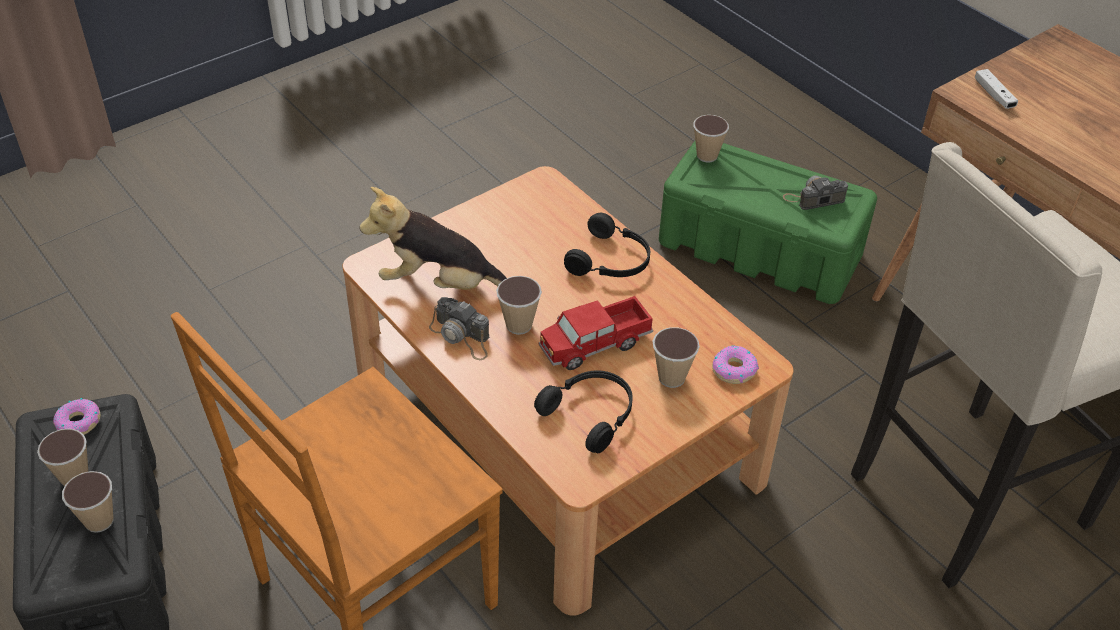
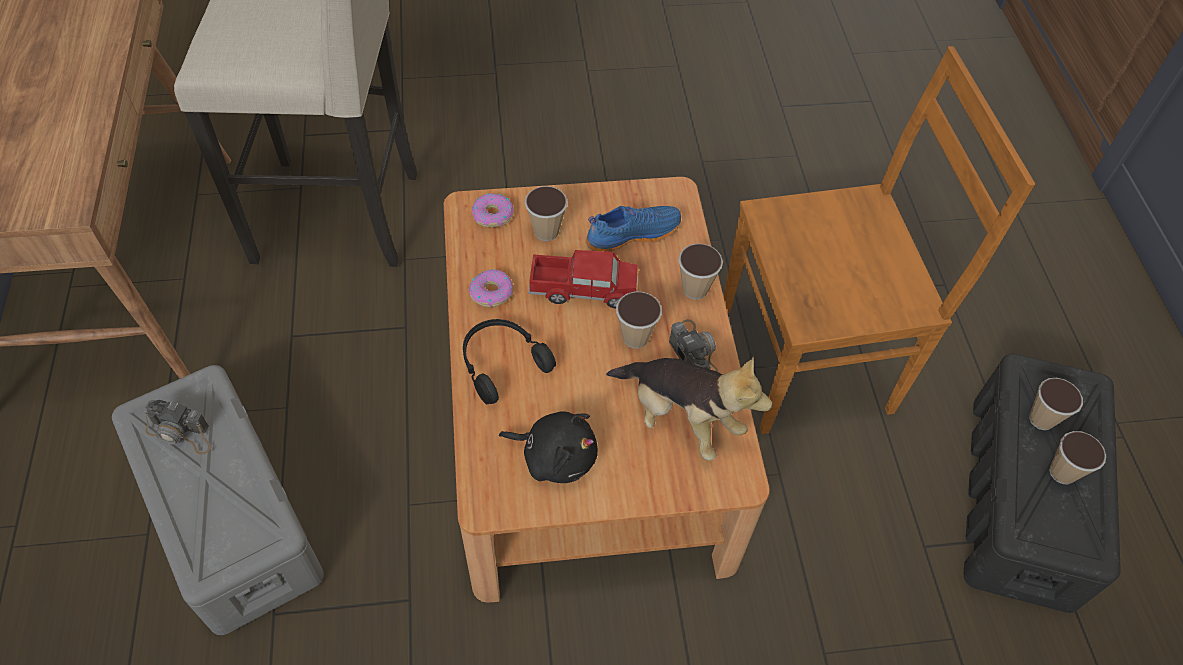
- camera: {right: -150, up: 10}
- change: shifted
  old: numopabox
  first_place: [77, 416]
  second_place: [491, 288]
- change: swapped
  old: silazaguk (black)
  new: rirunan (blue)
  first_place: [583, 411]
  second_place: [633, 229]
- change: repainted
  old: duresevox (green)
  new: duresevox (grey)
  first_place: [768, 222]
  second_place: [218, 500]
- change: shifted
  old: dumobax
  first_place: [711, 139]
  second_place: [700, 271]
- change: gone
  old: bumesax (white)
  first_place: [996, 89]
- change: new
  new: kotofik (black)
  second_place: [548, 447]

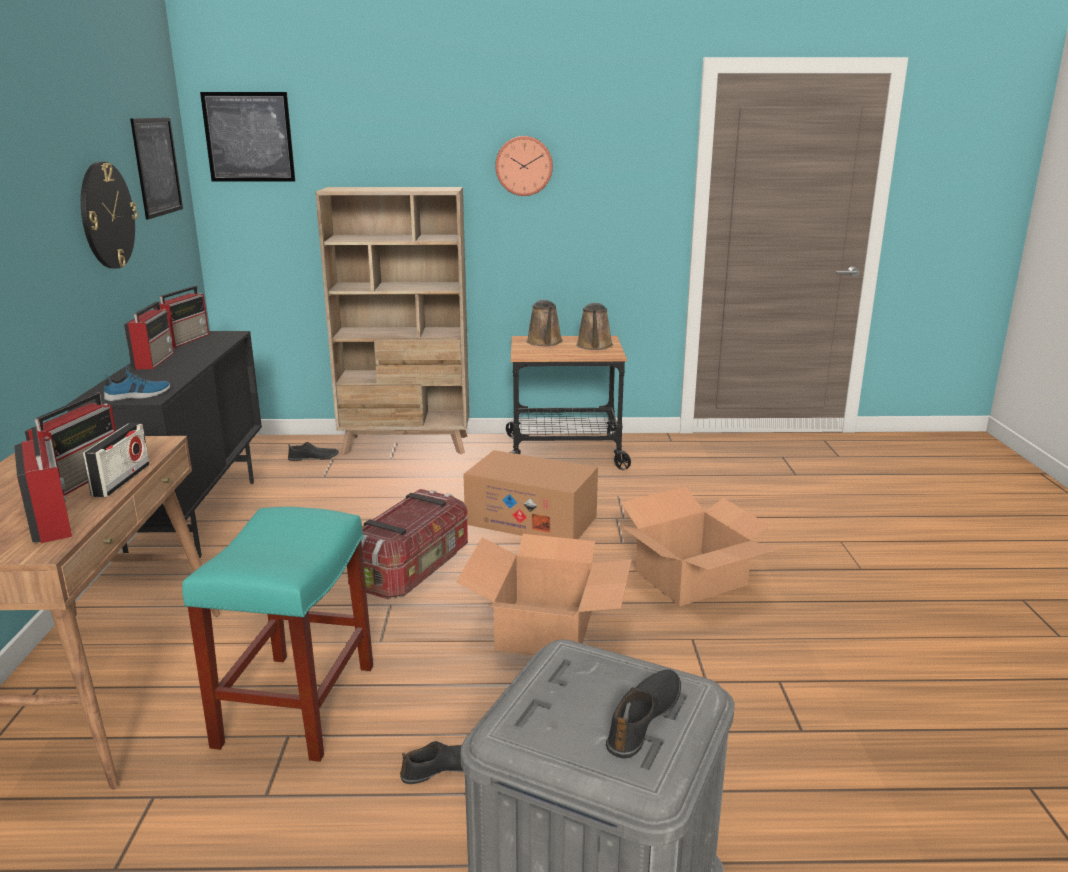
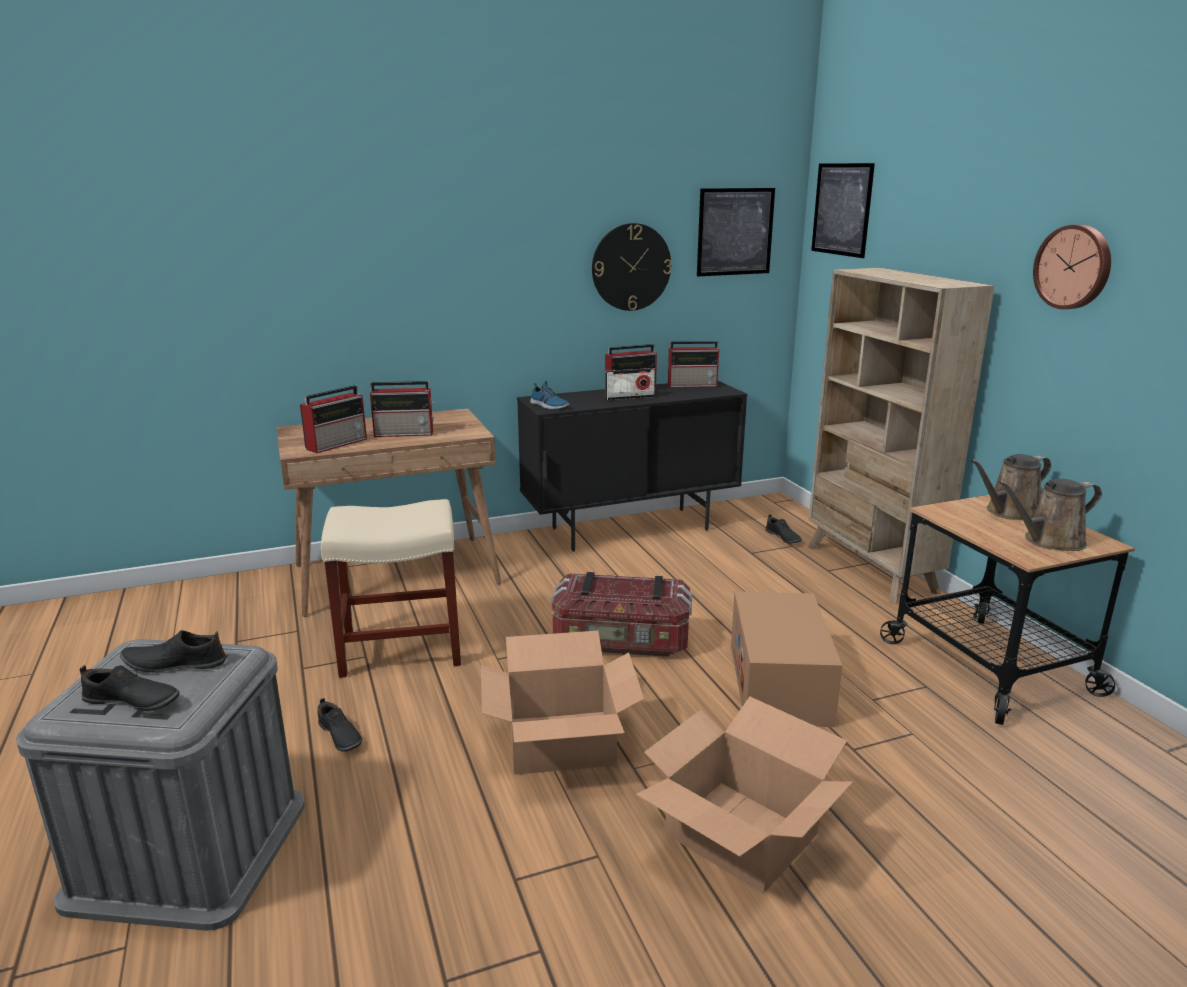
- camera: {right: 70, up: 0}
- change: shifted
  old: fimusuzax
  first_place: [116, 460]
  second_place: [630, 384]
- change: repainted
  old: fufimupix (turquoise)
  new: fufimupix (beige)
  first_place: [277, 634]
  second_place: [391, 588]
- change: new
  new: rirunan (black)
  second_place: [173, 651]

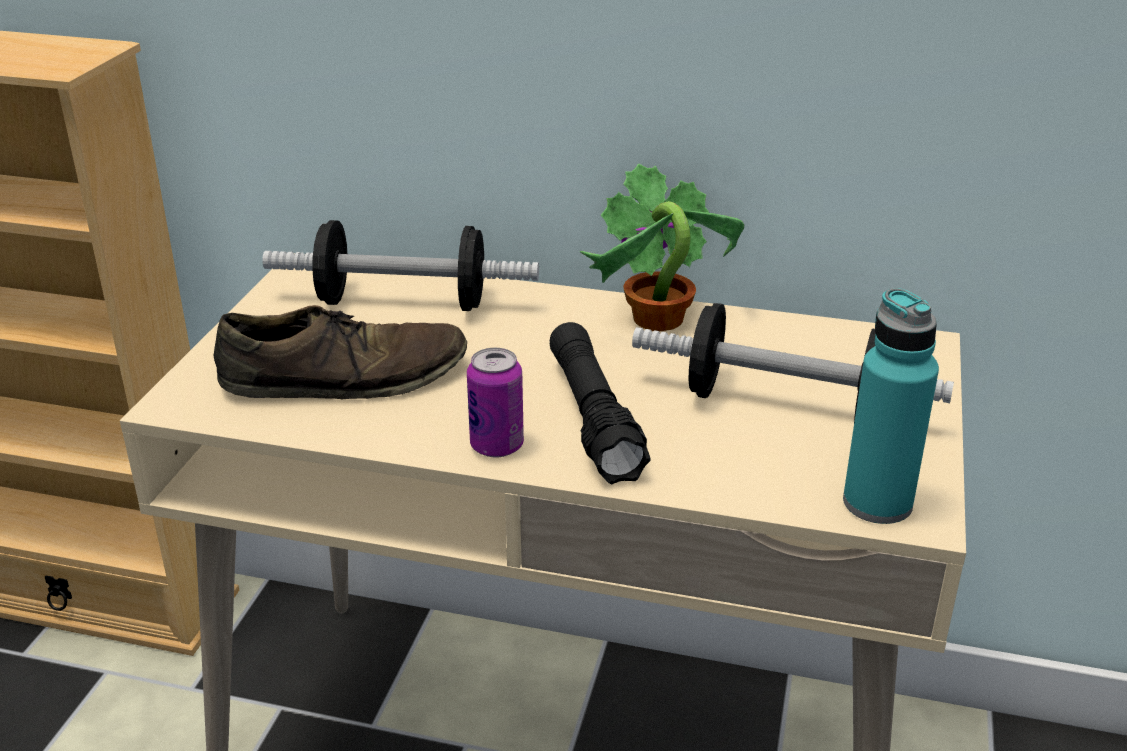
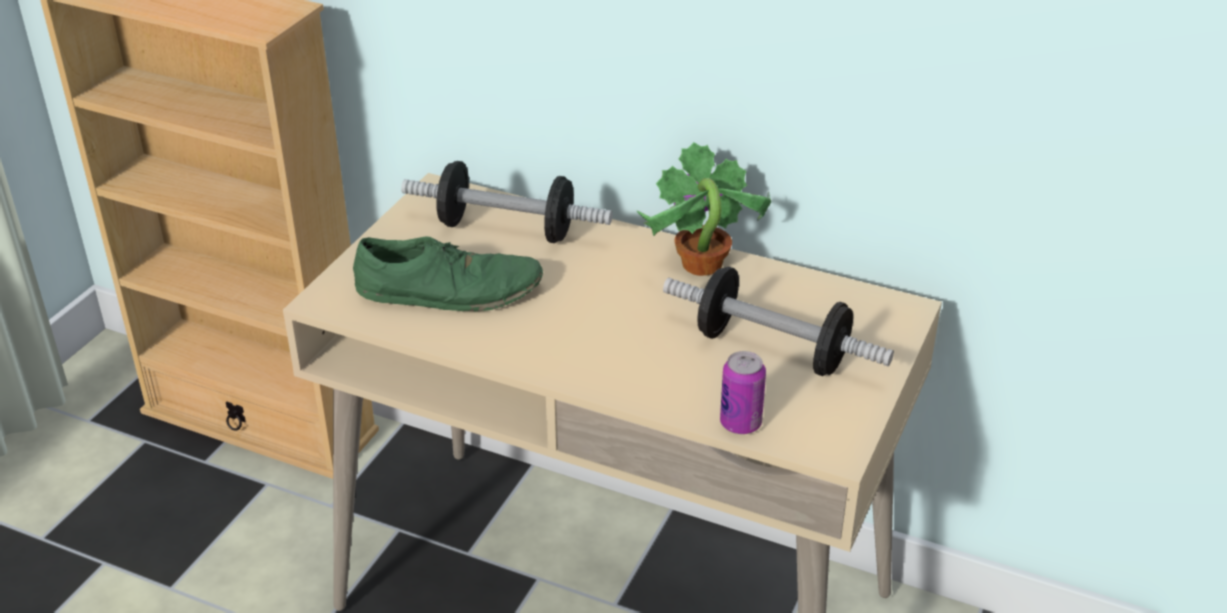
- camera: {right: 10, up: 5}
- change: repainted
  old: rirunan (brown)
  new: rirunan (green)
  first_place: [340, 352]
  second_place: [448, 273]
- change: shifted
  old: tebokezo
  first_place: [495, 403]
  second_place: [743, 392]
- change: gone
  old: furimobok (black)
  first_place: [600, 403]
- change: gone
  old: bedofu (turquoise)
  first_place: [891, 406]

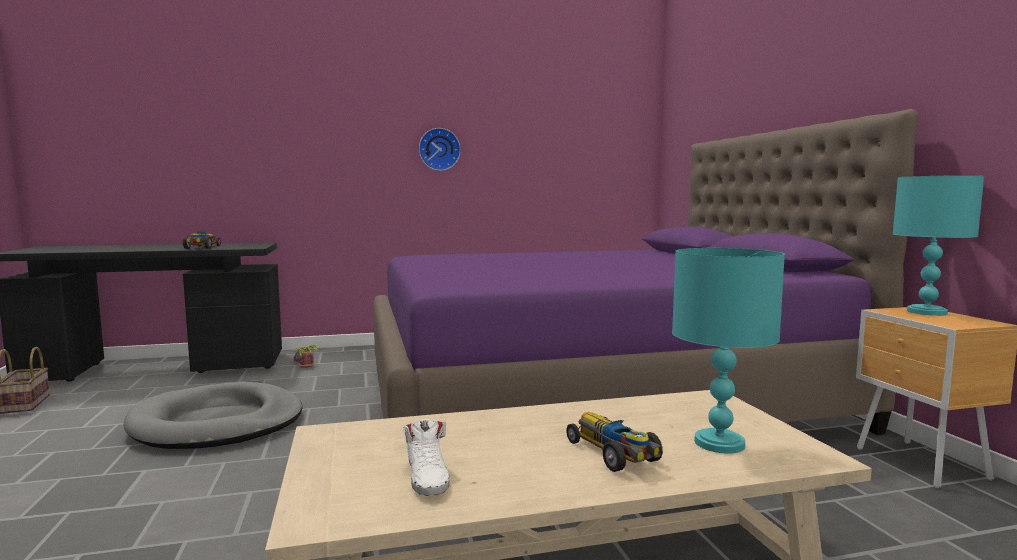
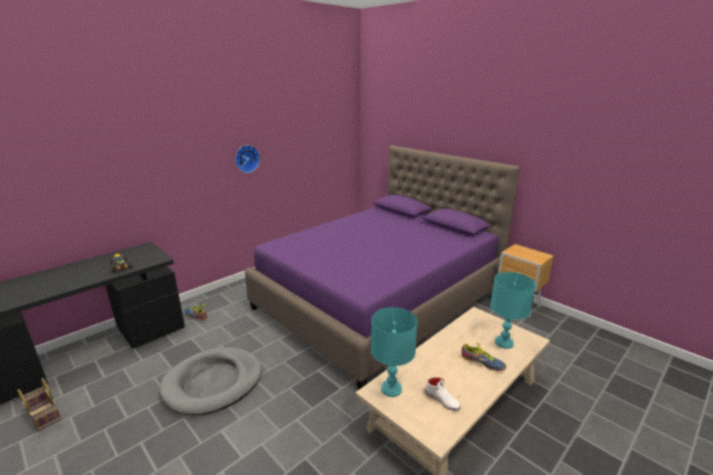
- camera: {right: -30, up: 15}
- change: swapped
  old: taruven
  new: rirunan
  first_place: [614, 442]
  second_place: [483, 357]
- change: shifted
  old: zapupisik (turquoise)
  first_place: [938, 245]
  second_place: [394, 352]

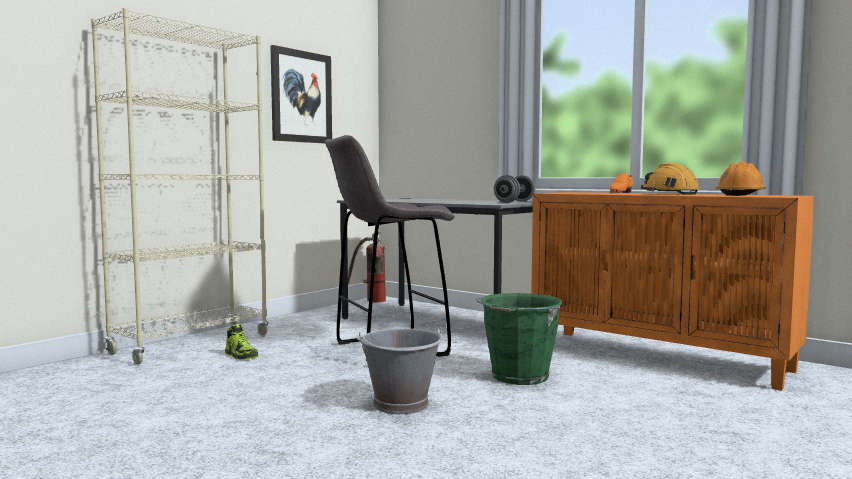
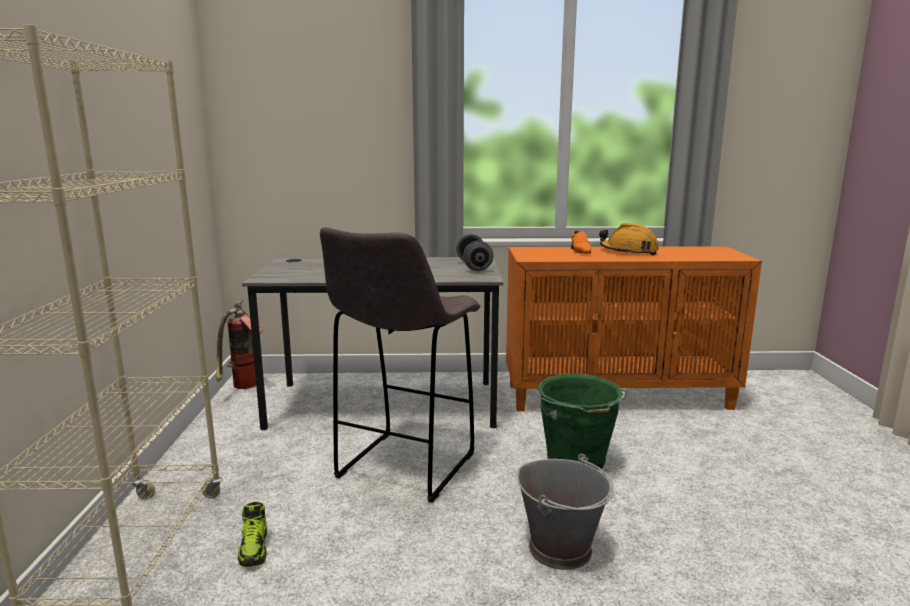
- camera: {right: -40, up: 10}
- change: rotated
  old: rirunan
  first_place: [241, 342]
  second_place: [252, 534]
  degrees: 75
- change: gone
  old: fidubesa
  first_place: [301, 94]
- change: gone
  old: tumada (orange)
  first_place: [741, 179]

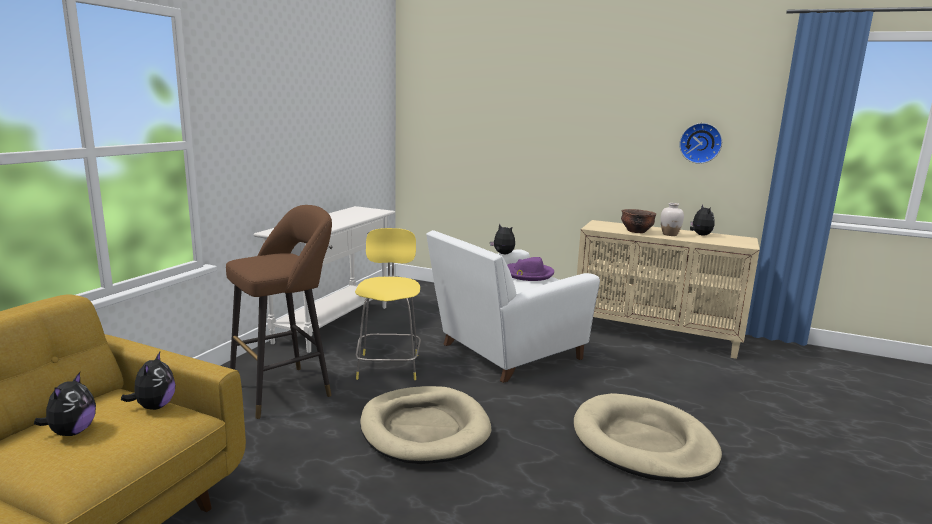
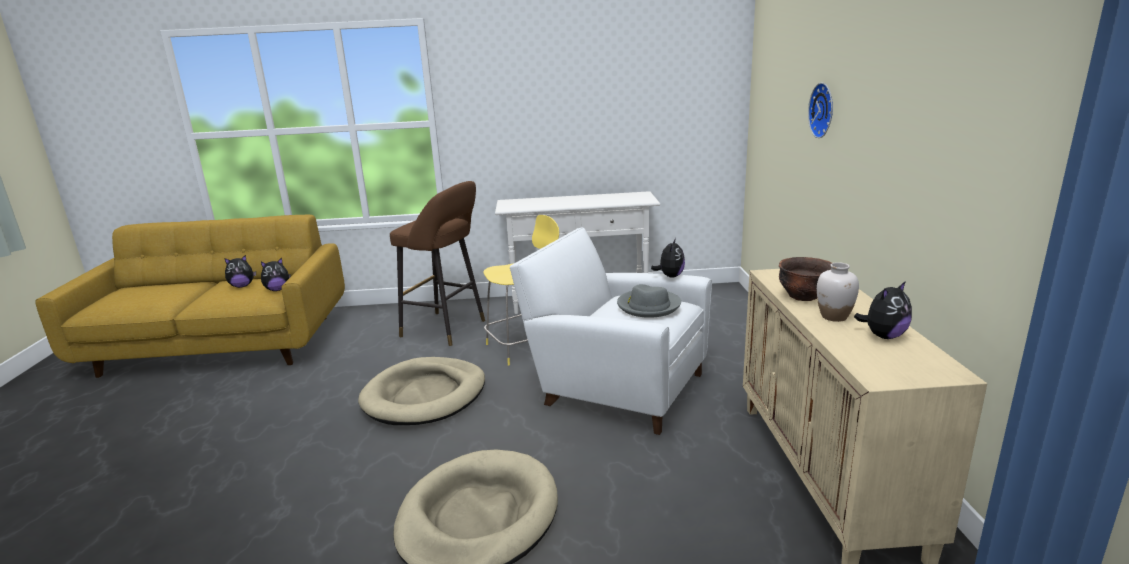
- camera: {right: 65, up: 5}
- change: repainted
  old: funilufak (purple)
  new: funilufak (grey)
  first_place: [530, 269]
  second_place: [649, 301]
- change: shifted
  old: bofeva
  first_place: [700, 143]
  second_place: [820, 110]

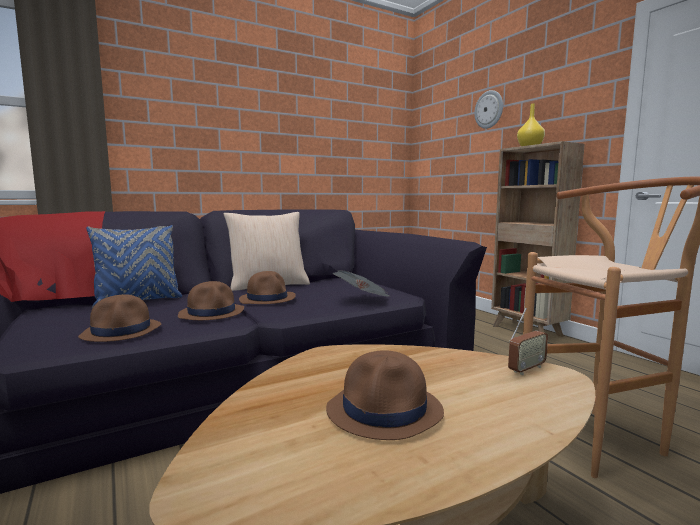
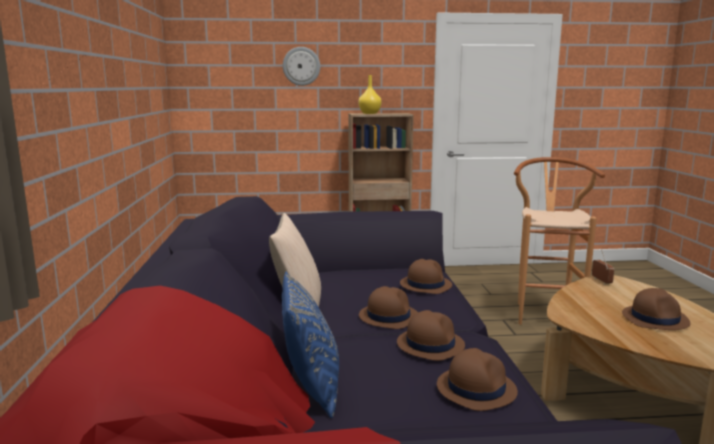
- camera: {right: -65, up: 5}
- change: swapped
  old: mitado
  new: funilufak (brown)
  first_place: [361, 283]
  second_place: [426, 276]

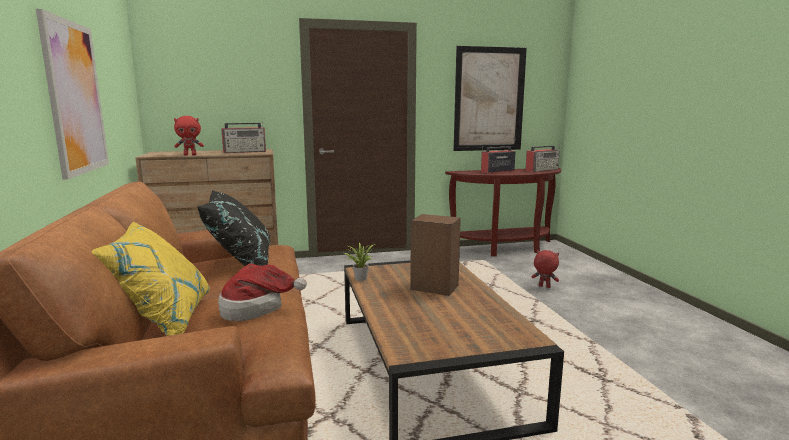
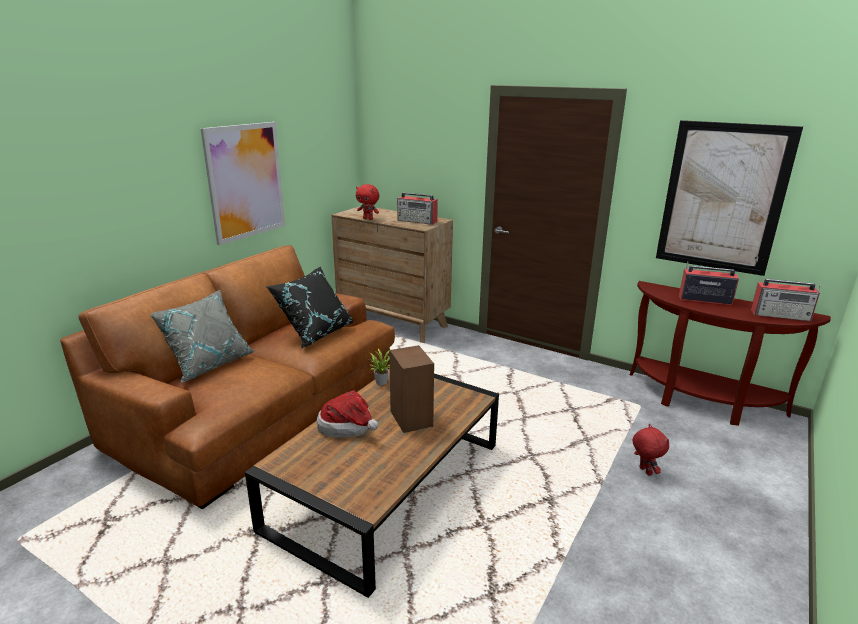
- camera: {right: 45, up: 10}
- change: repainted
  old: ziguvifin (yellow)
  new: ziguvifin (grey)
  first_place: [151, 278]
  second_place: [202, 337]
- change: shifted
  old: funilufak
  first_place: [262, 292]
  second_place: [347, 414]

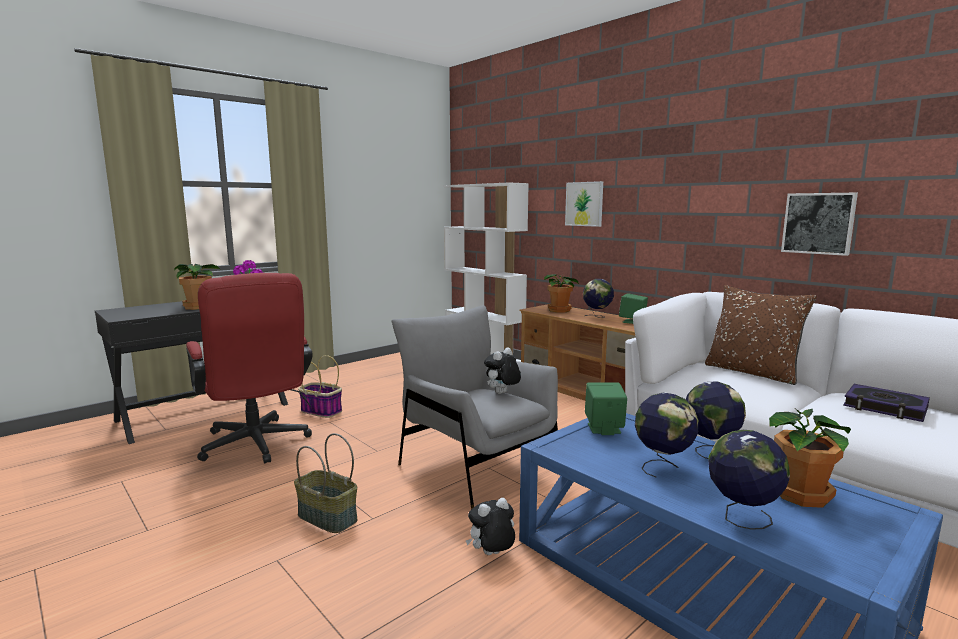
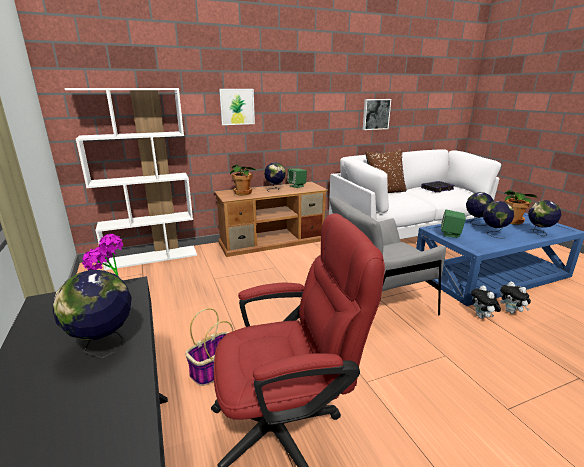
- camera: {right: -70, up: 10}
- change: swapped
  old: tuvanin
  new: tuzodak
  first_place: [197, 287]
  second_place: [92, 314]
- change: gone
  old: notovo
  first_place: [325, 483]
- change: shifted
  old: kotofik
  first_place: [502, 371]
  second_place: [515, 297]

